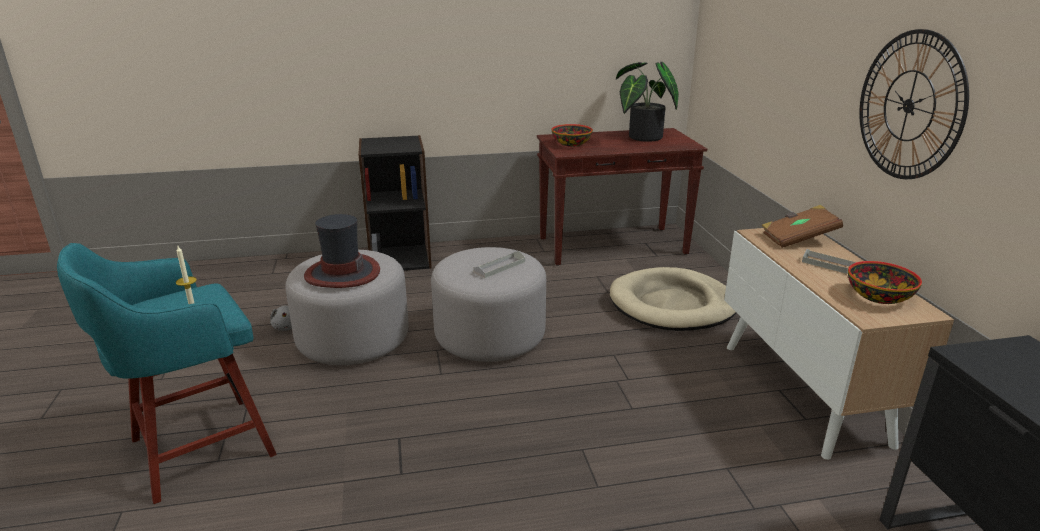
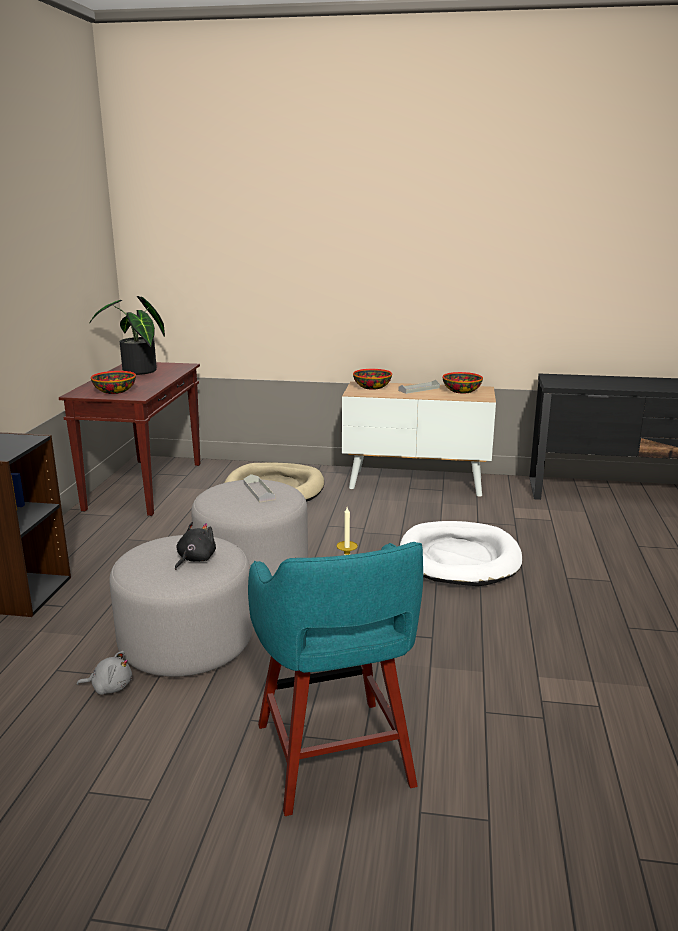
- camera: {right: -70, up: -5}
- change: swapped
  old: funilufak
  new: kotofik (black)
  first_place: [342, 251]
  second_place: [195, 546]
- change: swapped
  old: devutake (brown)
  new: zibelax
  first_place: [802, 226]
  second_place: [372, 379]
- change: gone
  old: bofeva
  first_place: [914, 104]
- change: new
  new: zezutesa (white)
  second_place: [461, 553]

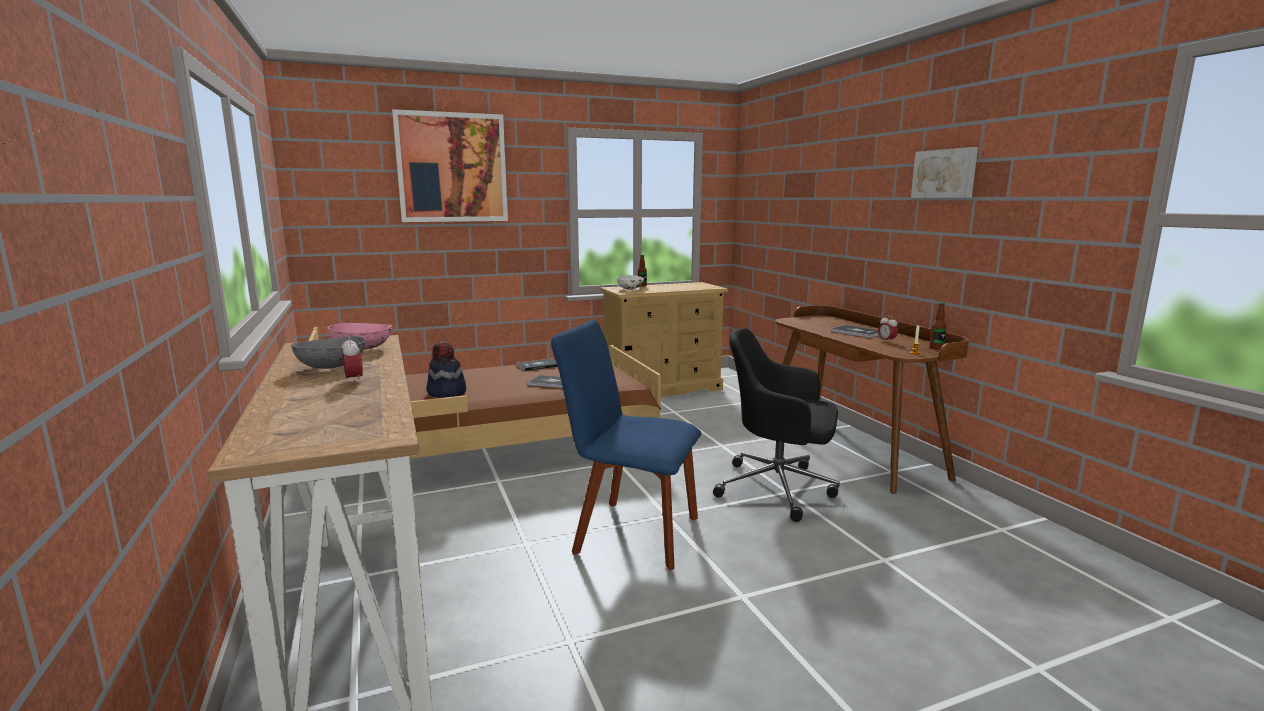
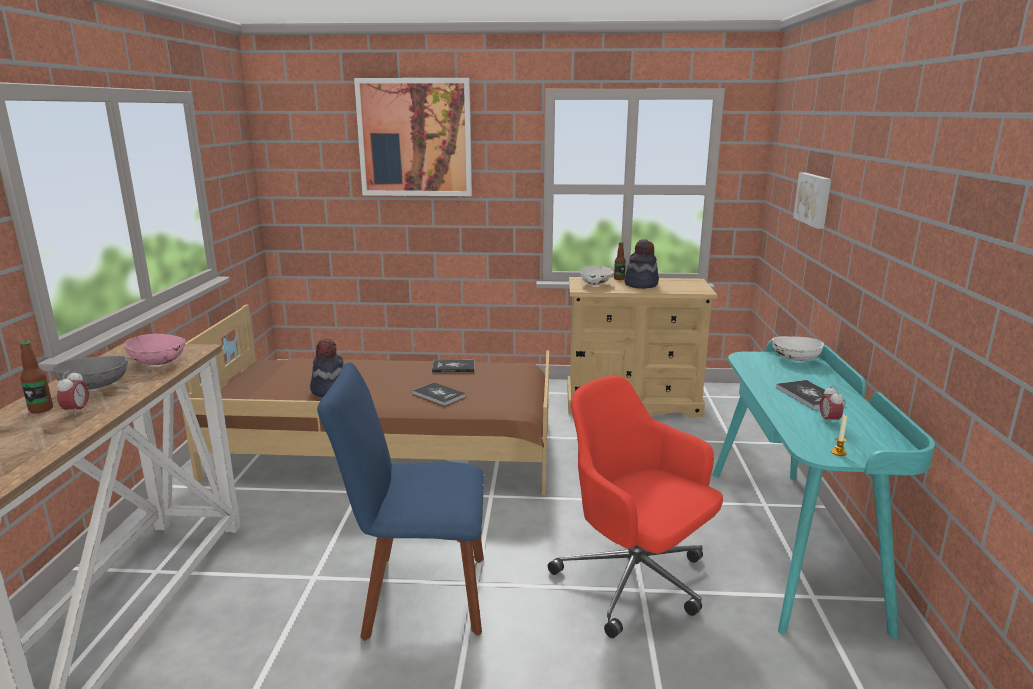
- camera: {right: 25, up: 5}
- change: rotated
  old: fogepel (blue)
  first_place: [626, 445]
  second_place: [400, 501]
  degrees: -45
- change: repainted
  old: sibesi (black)
  new: sibesi (red)
  first_place: [776, 425]
  second_place: [635, 507]
- change: repainted
  old: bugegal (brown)
  new: bugegal (turquoise)
  first_place: [872, 399]
  second_place: [824, 489]
- change: shifted
  old: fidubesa
  first_place: [944, 172]
  second_place: [812, 201]
- change: shifted
  old: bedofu
  first_place: [938, 326]
  second_place: [36, 377]
- change: new
  new: funilufak
  second_place: [641, 264]
- change: new
  new: zibelax (white)
  second_place: [798, 348]

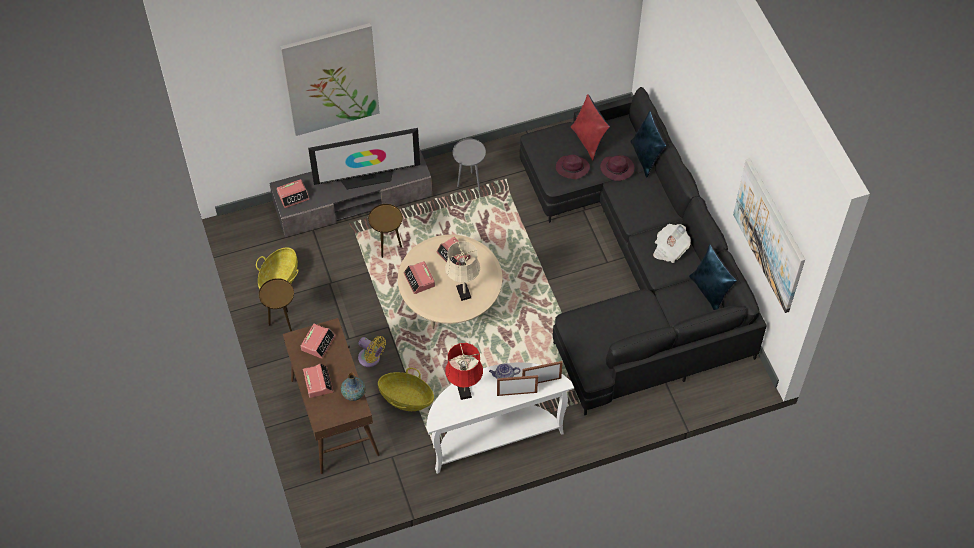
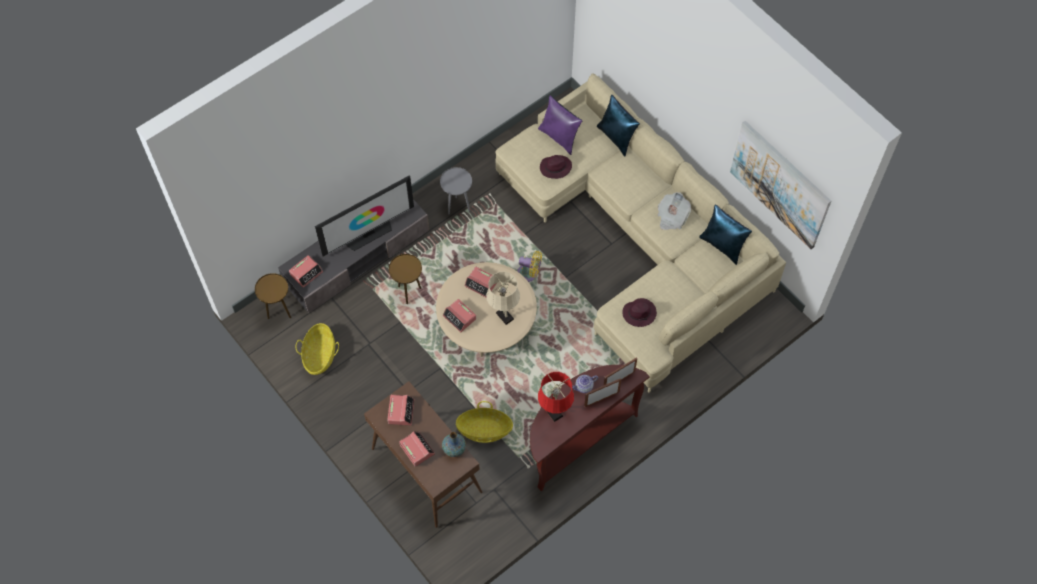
- camera: {right: -20, up: 5}
- change: shifted
  old: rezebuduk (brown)
  first_place: [276, 304]
  second_place: [273, 296]
- change: gone
  old: fidubesa
  first_place: [330, 79]
- change: shifted
  old: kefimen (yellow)
  first_place: [372, 351]
  second_place: [529, 266]
- change: repainted
  old: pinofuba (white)
  new: pinofuba (brown)
  first_place: [500, 418]
  second_place: [590, 428]
- change: repainted
  old: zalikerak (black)
  new: zalikerak (beige)
  first_place: [643, 251]
  second_place: [641, 232]
- change: repainted
  old: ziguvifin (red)
  new: ziguvifin (purple)
  first_place: [590, 127]
  second_place: [560, 125]
- change: shifted
  old: funilufak (purple)
  first_place: [617, 168]
  second_place: [639, 312]

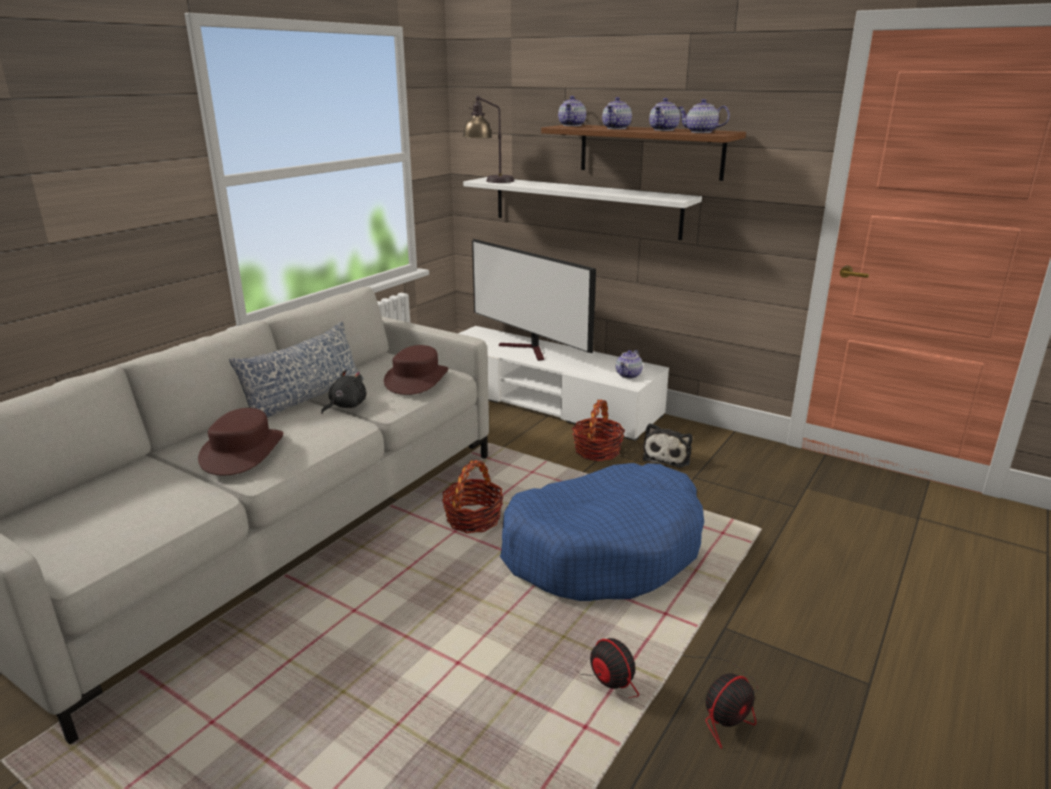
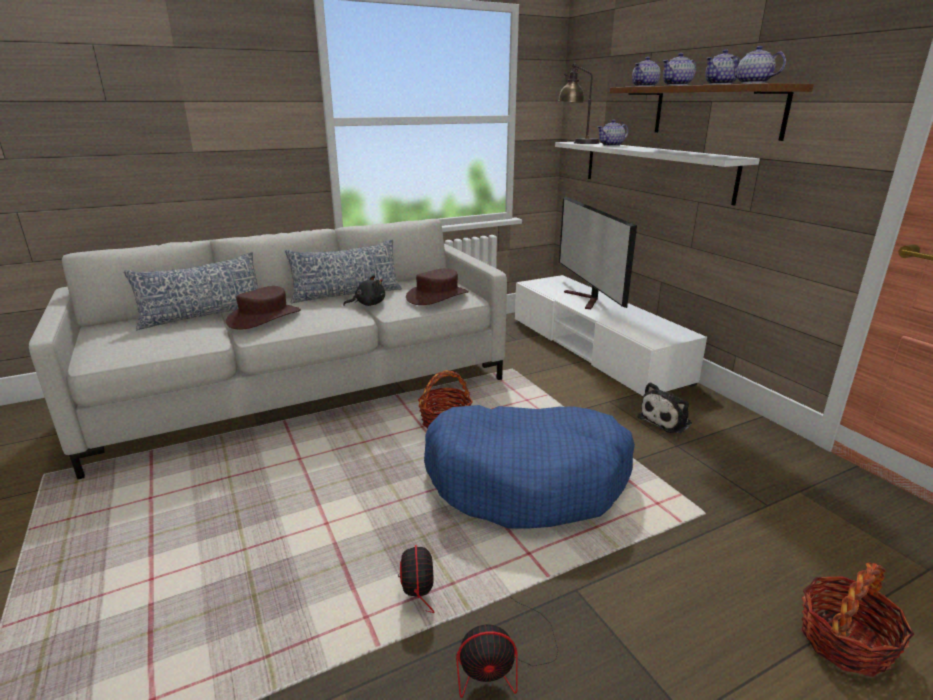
- camera: {right: 30, up: 0}
- change: shifted
  old: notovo
  first_place: [598, 430]
  second_place: [858, 619]
- change: shifted
  old: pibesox
  first_place: [629, 364]
  second_place: [613, 133]
- change: new
  new: ziguvifin
  second_place: [191, 291]

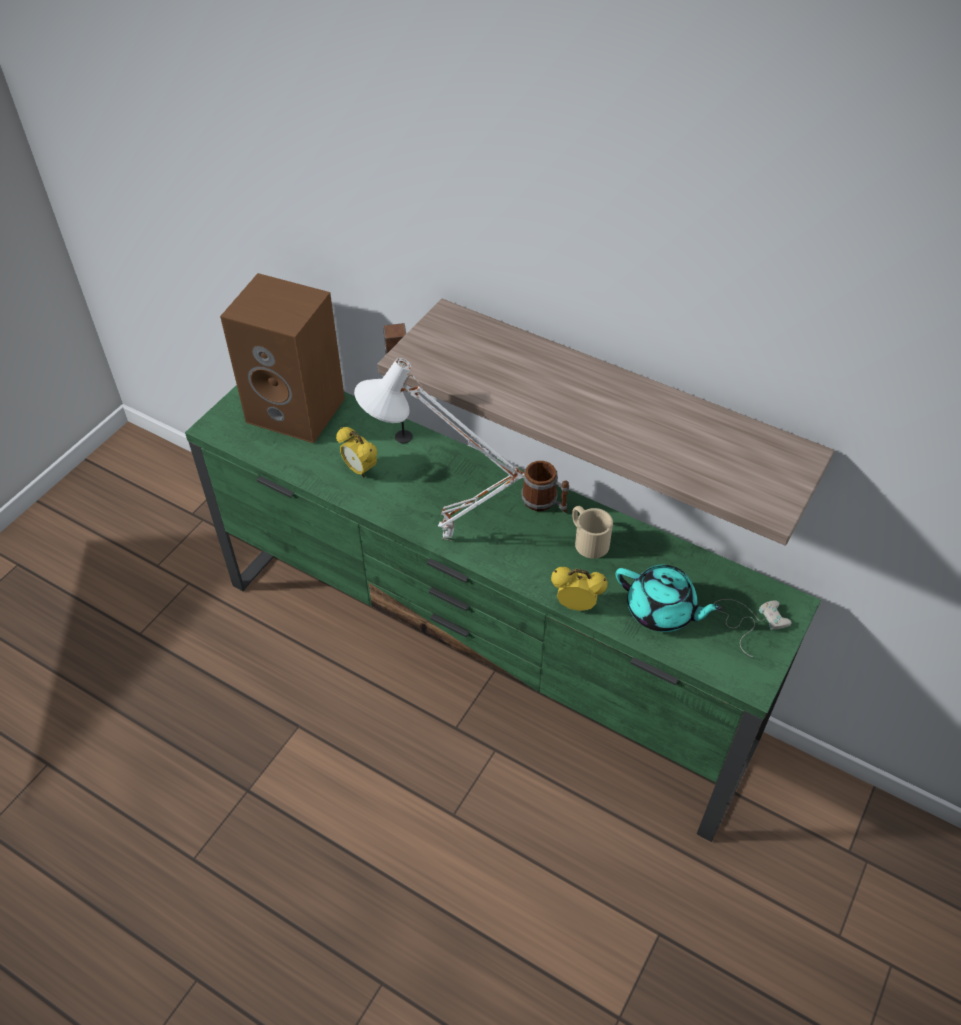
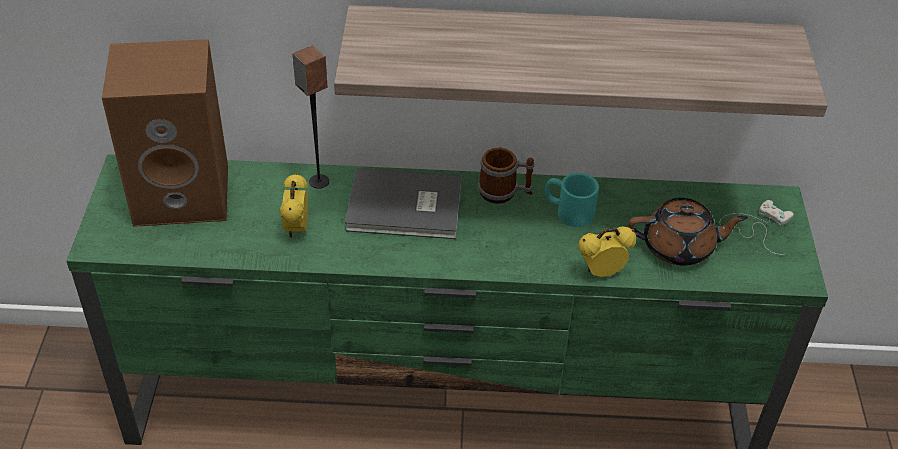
- camera: {right: -30, up: -5}
- change: rotated
  old: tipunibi
  first_place: [356, 452]
  second_place: [294, 205]
  degrees: 75
- change: gone
  old: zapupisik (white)
  first_place: [440, 449]
- change: repainted
  old: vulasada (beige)
  new: vulasada (turquoise)
  first_place: [592, 532]
  second_place: [572, 200]
- change: repainted
  old: pibesox (turquoise)
  new: pibesox (brown)
  first_place: [669, 598]
  second_place: [688, 232]
- change: new
  new: devutake (grey)
  second_place: [403, 203]

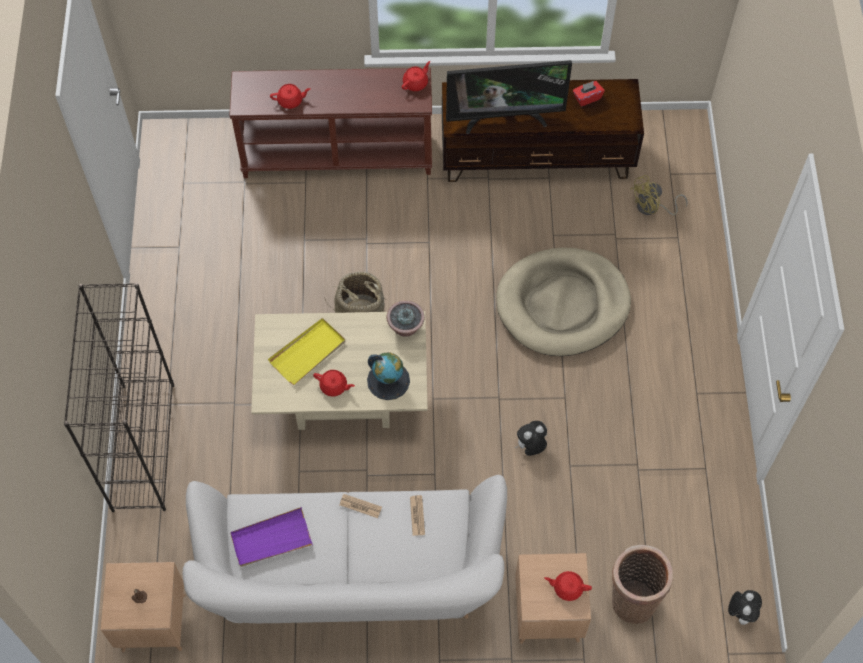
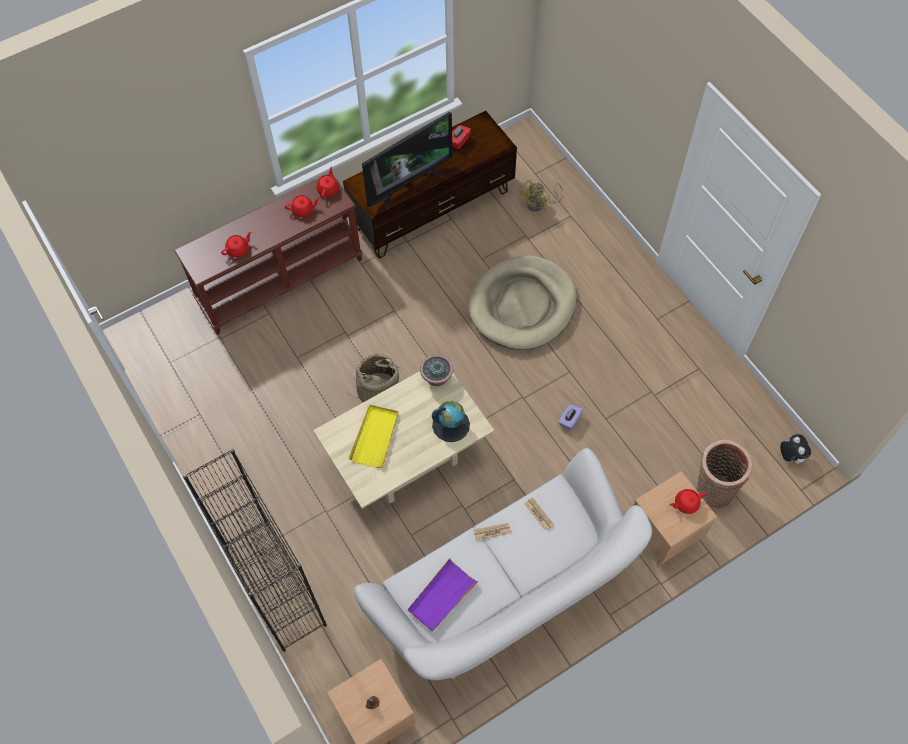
- camera: {right: -30, up: 0}
- change: shifted
  old: pibesox (red)
  first_place: [334, 383]
  second_place: [302, 206]
- change: swapped
  old: kotofik
  new: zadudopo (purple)
  first_place: [531, 438]
  second_place: [570, 417]

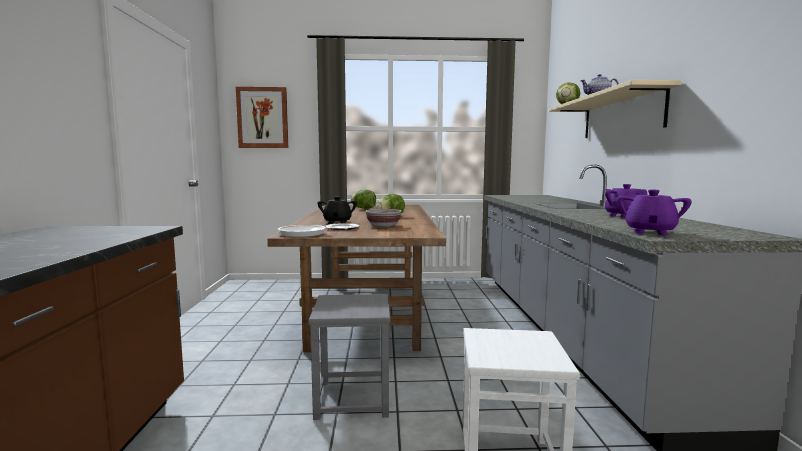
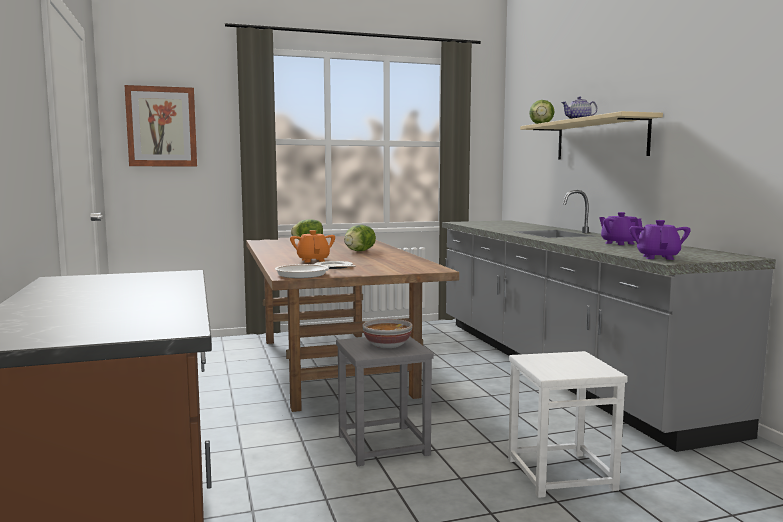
- camera: {right: -15, up: 0}
- change: repainted
  old: pibesox (black)
  new: pibesox (orange)
  first_place: [337, 210]
  second_place: [312, 246]
- change: shifted
  old: zibelax
  first_place: [384, 218]
  second_place: [387, 333]

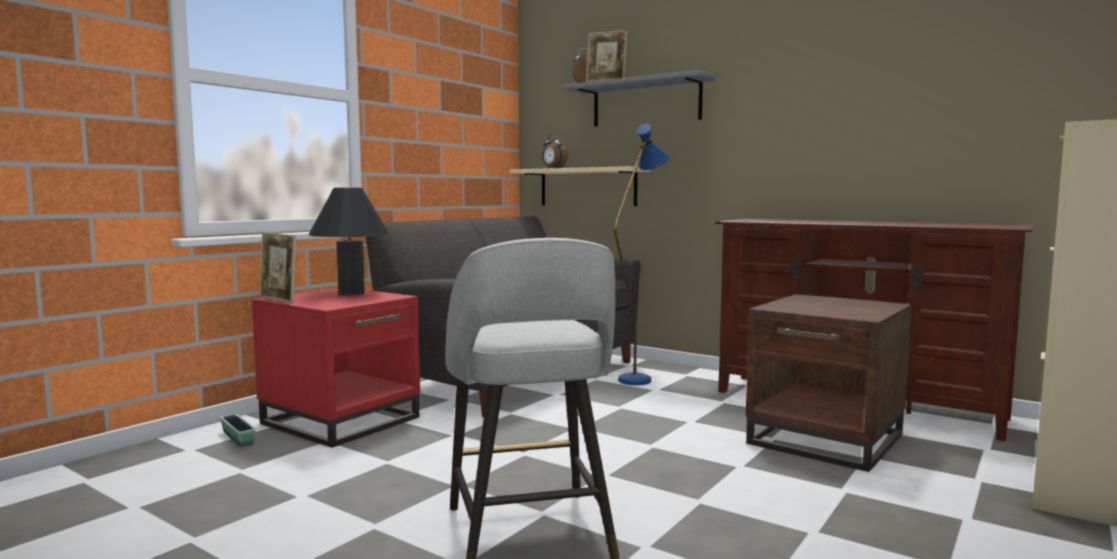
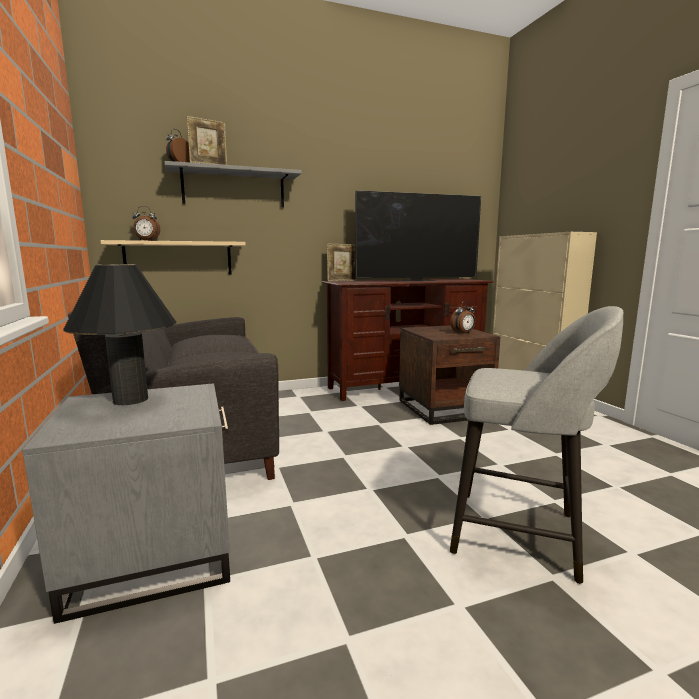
- camera: {right: -55, up: 5}
- change: gone
  old: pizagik
  first_place: [238, 430]
- change: repainted
  old: rezebuduk (red)
  new: rezebuduk (grey)
  first_place: [336, 368]
  second_place: [126, 504]
- change: shifted
  old: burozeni
  first_place: [277, 267]
  second_place: [342, 262]
- change: gone
  old: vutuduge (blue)
  first_place: [642, 254]
- change: new
  new: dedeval
  second_place: [418, 235]
- change: new
  new: tipunibi
  second_place: [462, 317]

